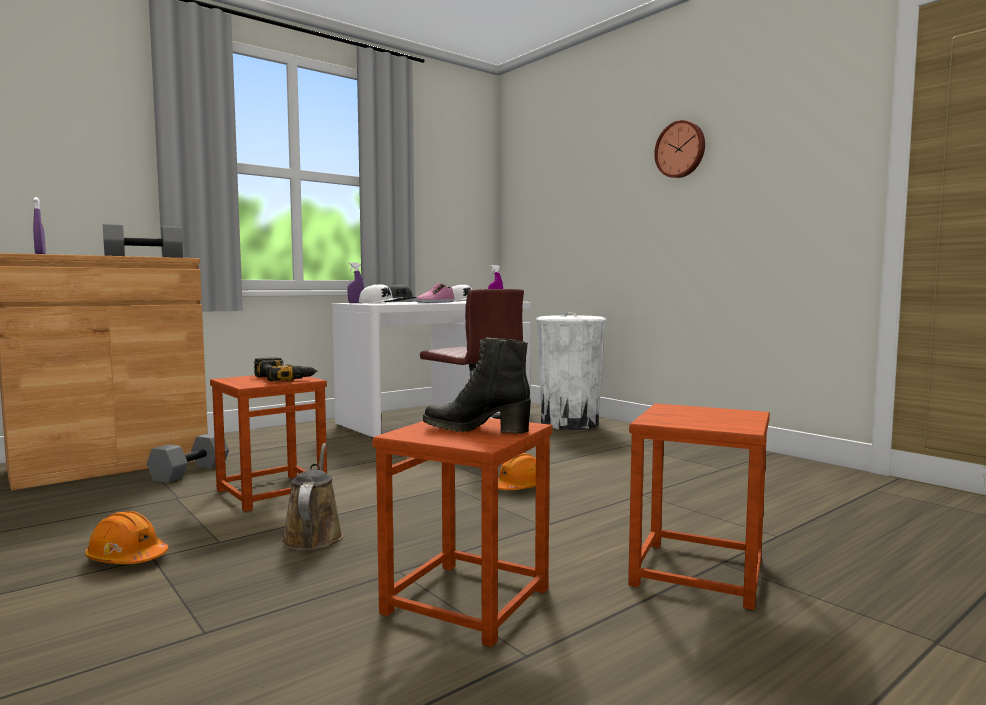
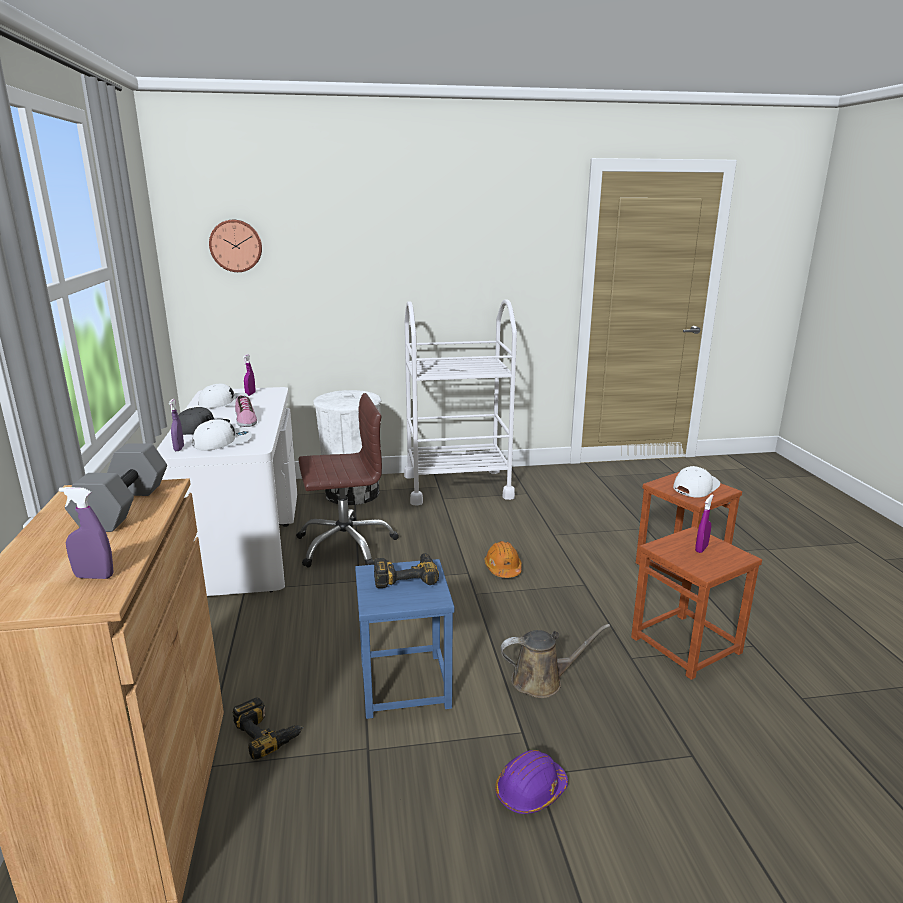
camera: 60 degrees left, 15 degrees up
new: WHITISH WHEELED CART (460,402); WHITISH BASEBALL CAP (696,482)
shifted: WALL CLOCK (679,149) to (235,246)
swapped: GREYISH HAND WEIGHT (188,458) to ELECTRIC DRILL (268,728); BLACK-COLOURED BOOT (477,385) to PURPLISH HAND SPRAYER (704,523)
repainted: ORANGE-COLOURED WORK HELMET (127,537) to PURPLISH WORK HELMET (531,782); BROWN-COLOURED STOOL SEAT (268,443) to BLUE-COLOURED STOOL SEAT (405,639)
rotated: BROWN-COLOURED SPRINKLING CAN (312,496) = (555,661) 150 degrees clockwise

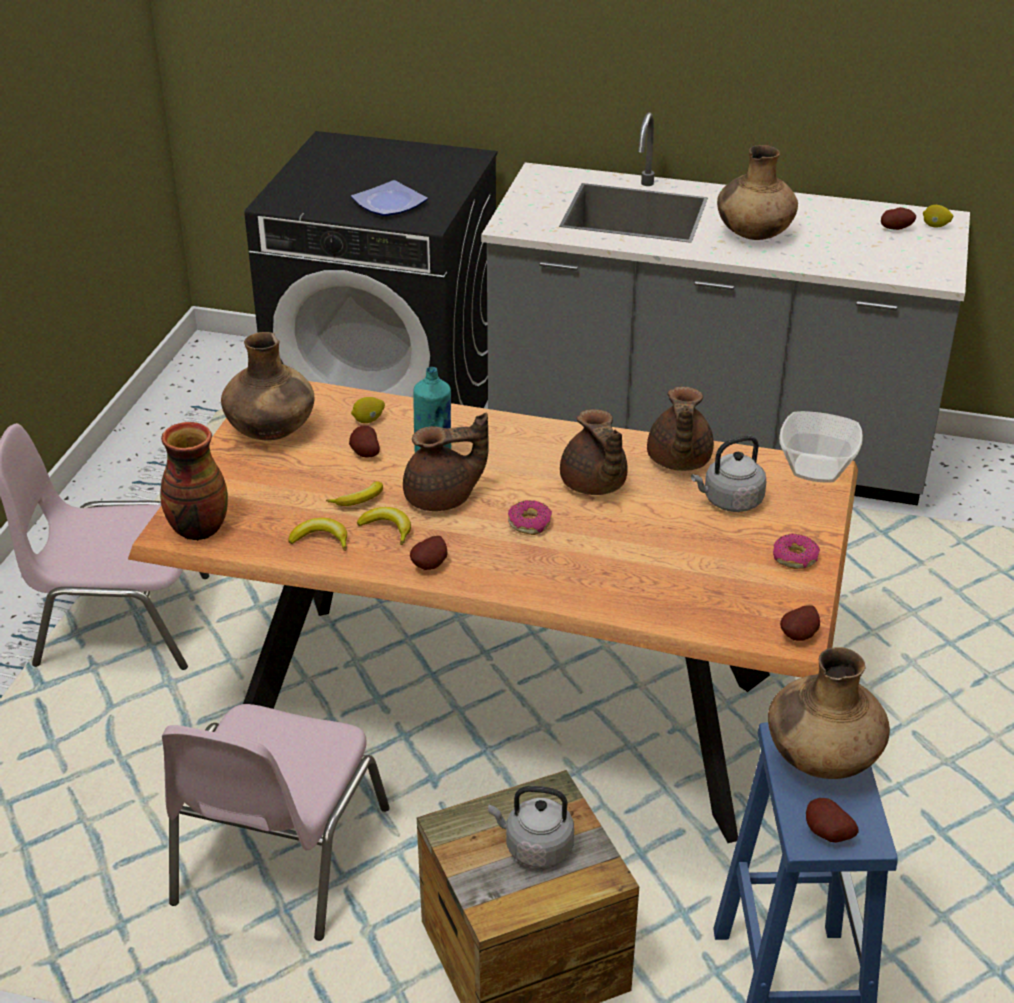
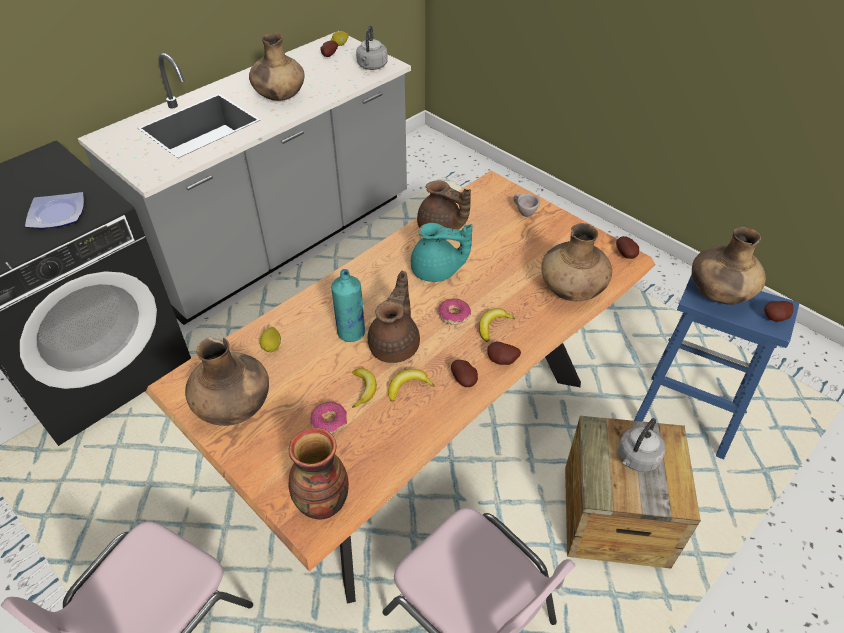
camera: 60 degrees left, 10 degrees up
gone: BOWL (821,447)
new: BEIGE-COLOURED CUP (527,205); BROWN-COLOURED DECORATIVE VASE (576,262)
shifted: WHOLE BANANA (317,534) to (497,325); WHOLE POTATO (364,442) to (504,353); GREYISH TEA KETTLE (728,473) to (372,47); DOUGHNUT (796,551) to (328,418)
repainted: BROWN-COLOURED TEAPOT (594,452) to TURQUOISE-COLOURED TEAPOT (442,252)

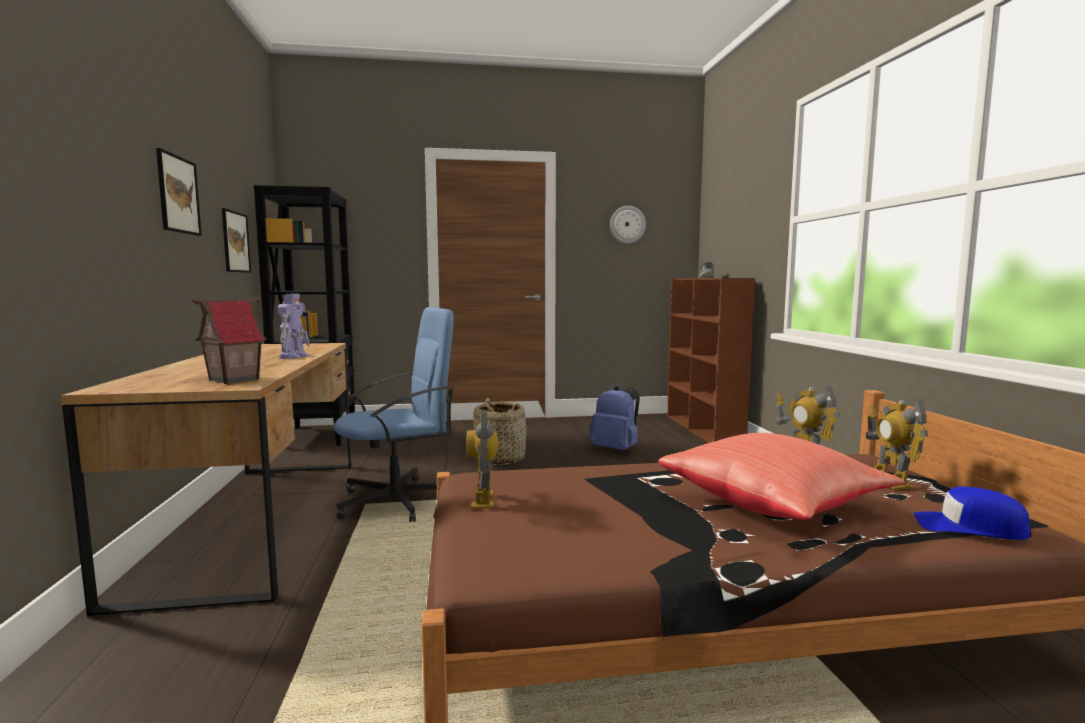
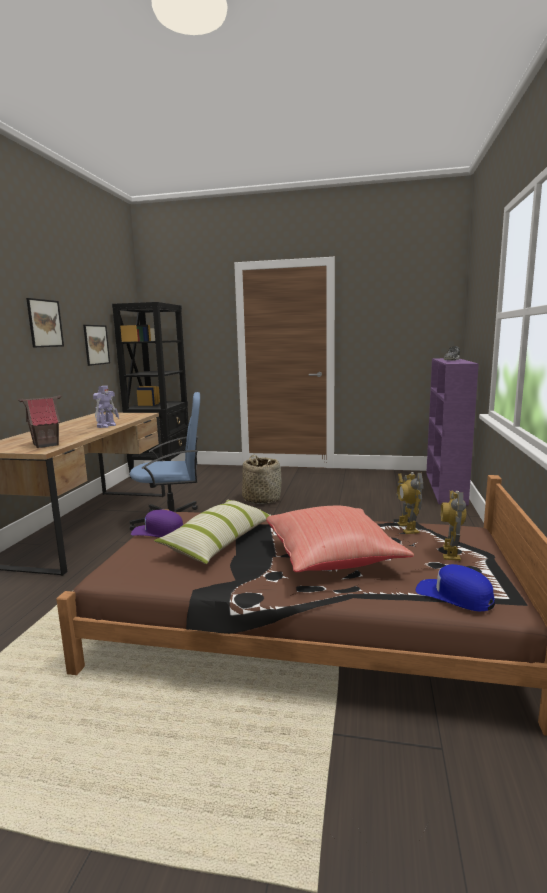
camera: 20 degrees right, 5 degrees up
gone: BLUE-COLOURED BACKPACK (614,416); WALL CLOCK (628,225)
new: CUSHION (213,532)
swapped: ROBOT FIGURE (483,460) to PURPLISH BASEBALL CAP (157,523)
repainted: BROWN-COLOURED SHELVING UNIT (711,360) to PURPLISH SHELVING UNIT (452,431)

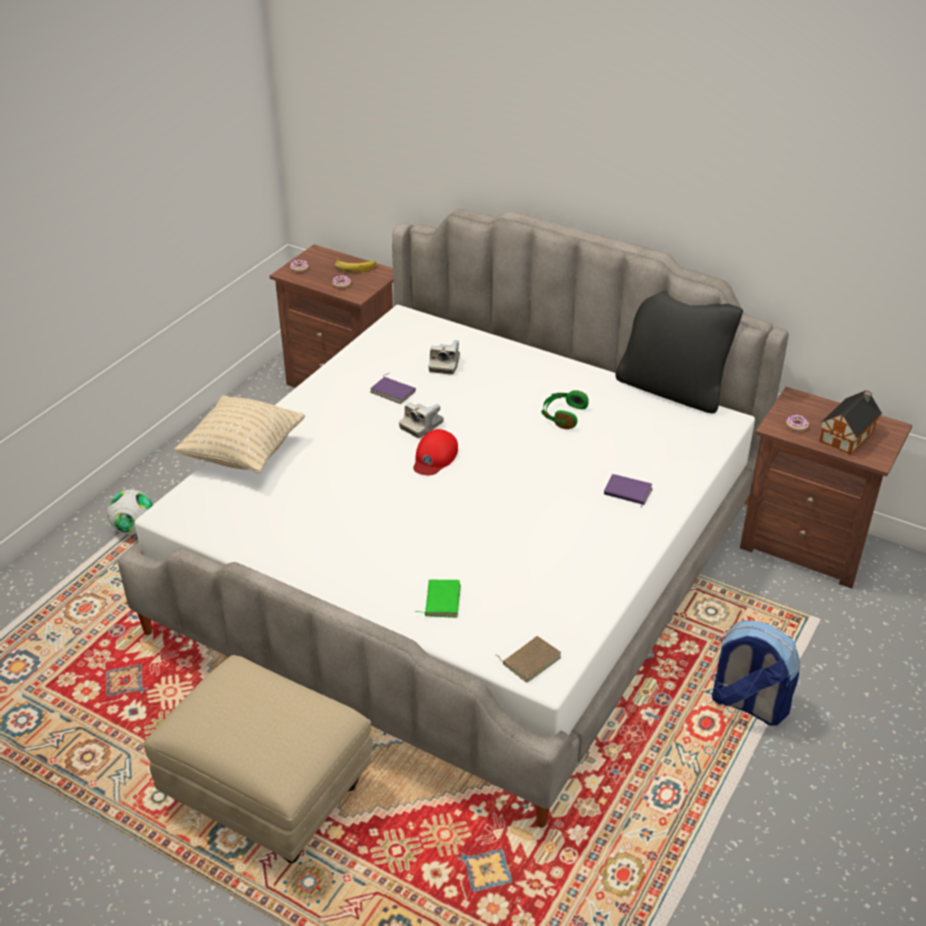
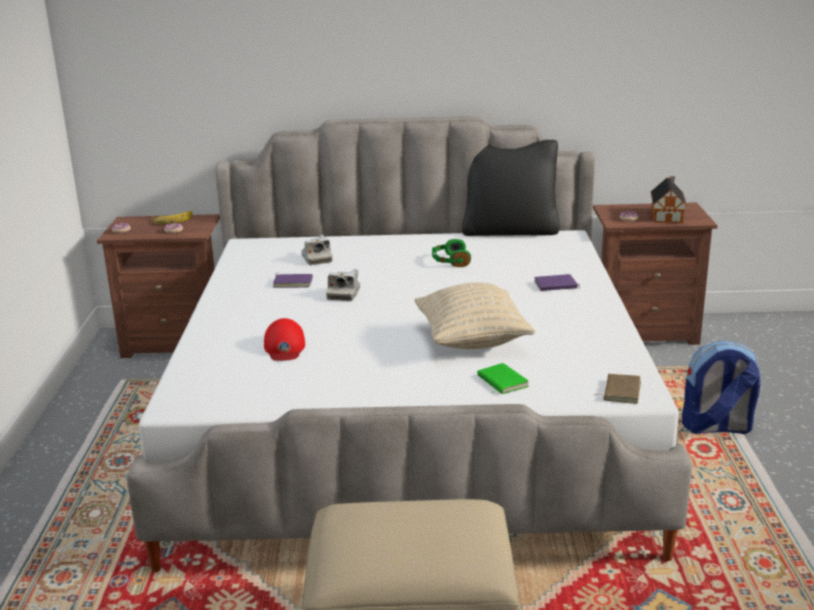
camera: 30 degrees left, 15 degrees down
gone: FOOTBALL (130,512)
shifted: BEIGE-COLOURED CUSHION (239,434) to (475,315); RED BASEBALL CAP (435,452) to (284,339)

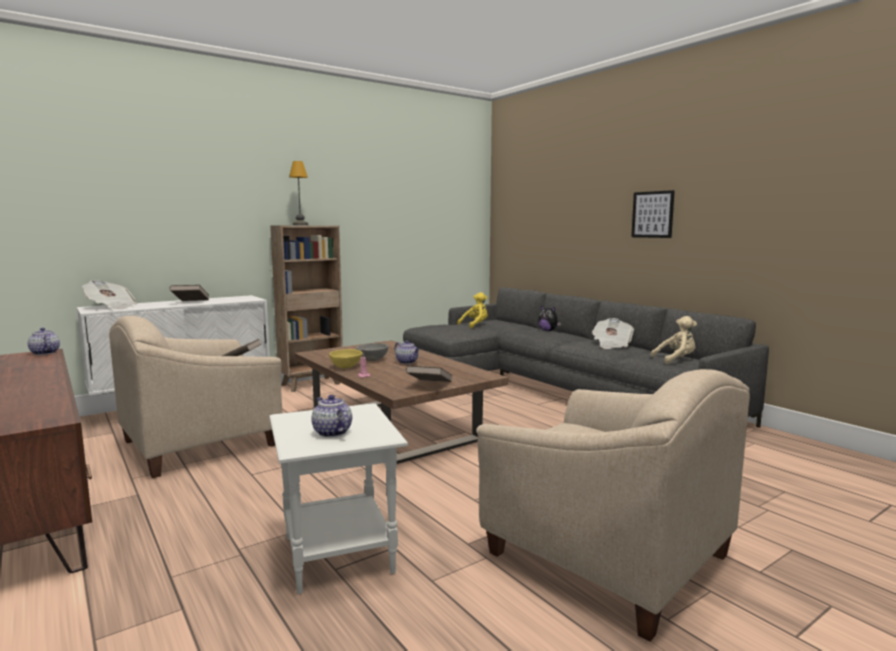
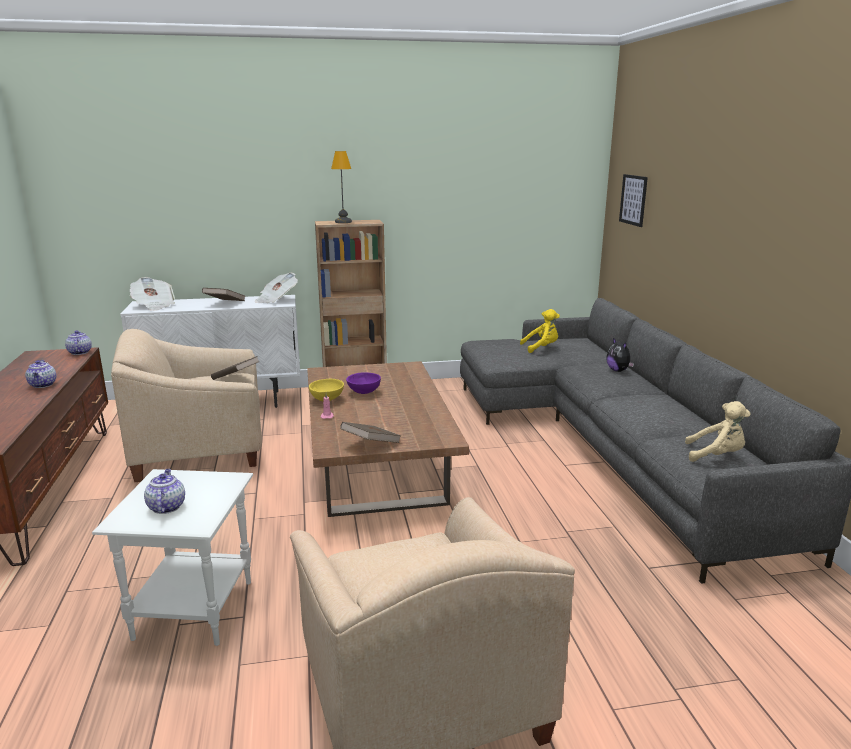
camera: 25 degrees right, 10 degrees up
shifted: TEAPOT (407,352) to (40,374); PRINTED PAPER (613,333) to (276,288); WALL PICTURE (653,214) to (633,200)
repainted: GREYISH BOWL (372,352) to PURPLISH BOWL (363,383)

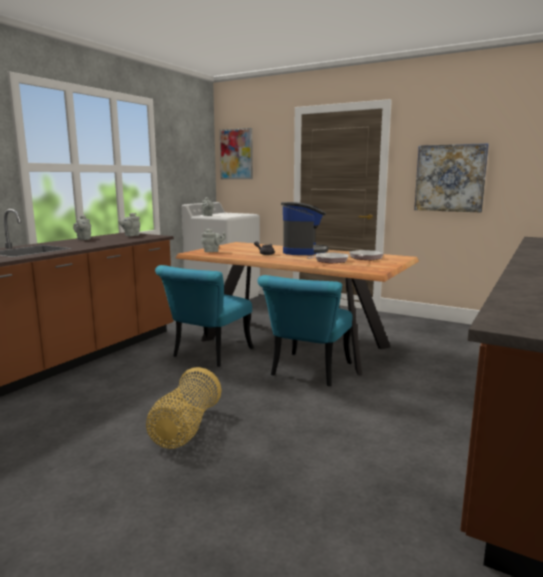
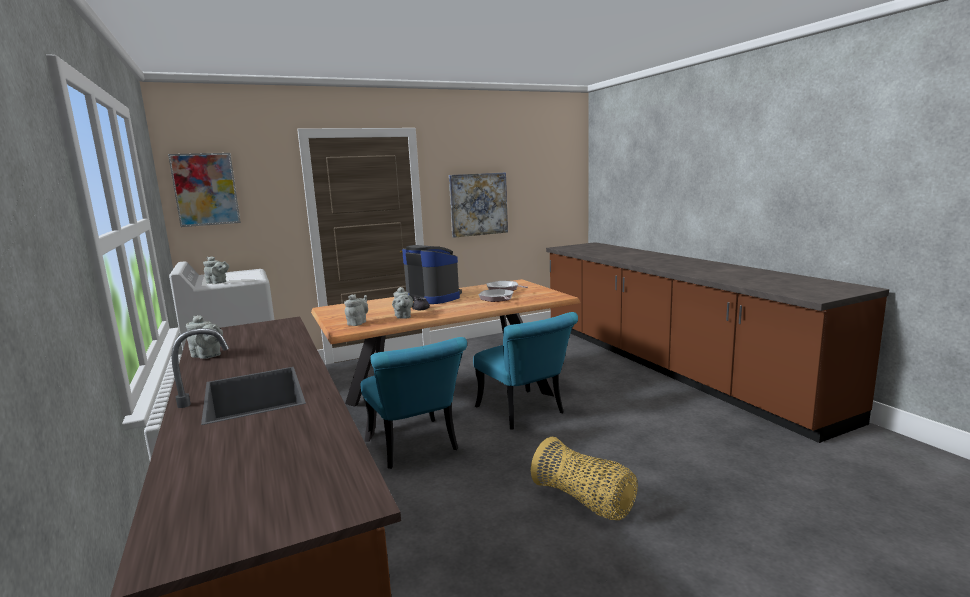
camera: 55 degrees left, 0 degrees up
shifted: GREYISH TEAPOT (129,224) to (402,303)

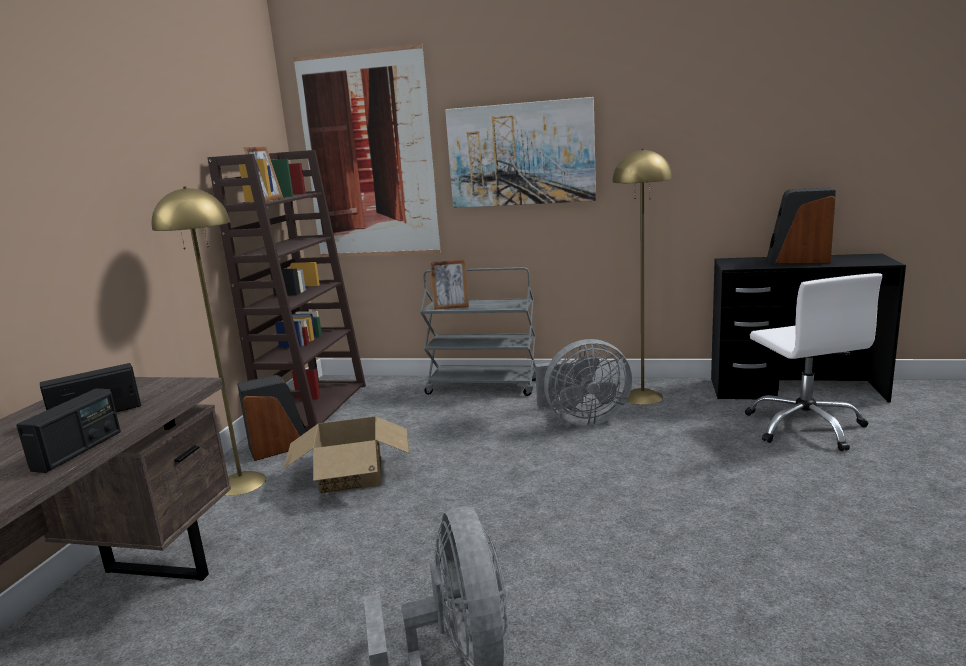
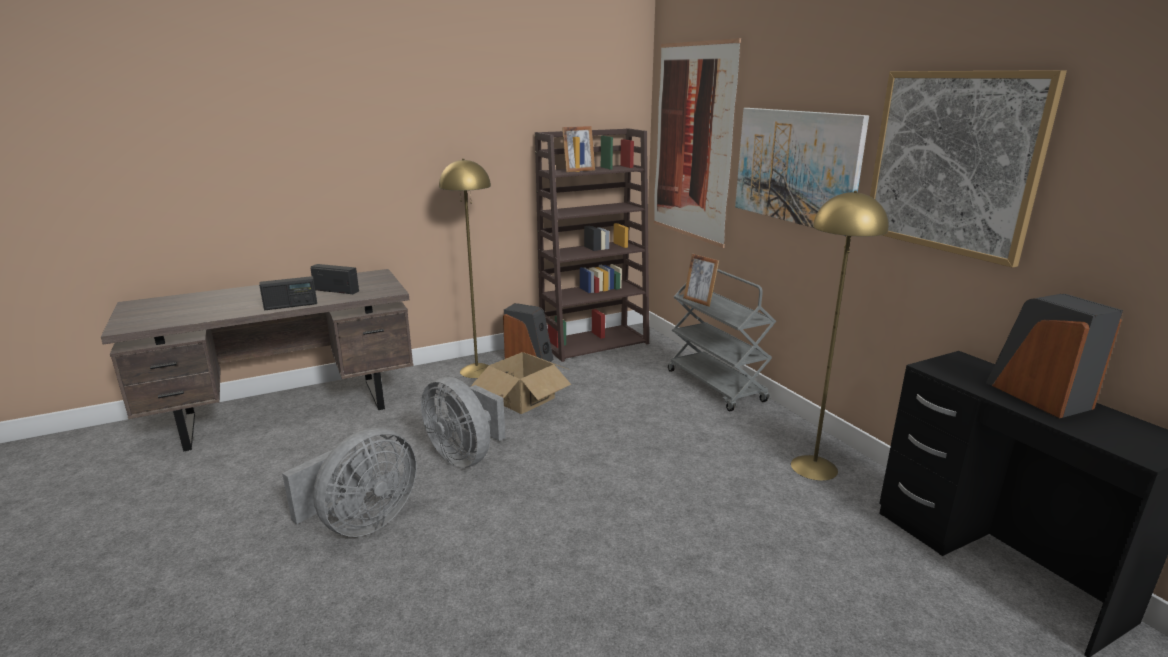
camera: 50 degrees right, 5 degrees up
gone: WHITISH DESK CHAIR (813,362)
new: WALL PICTURE (968,169)
shifted: GREYISH COOLING FAN (583,382) to (463,422)

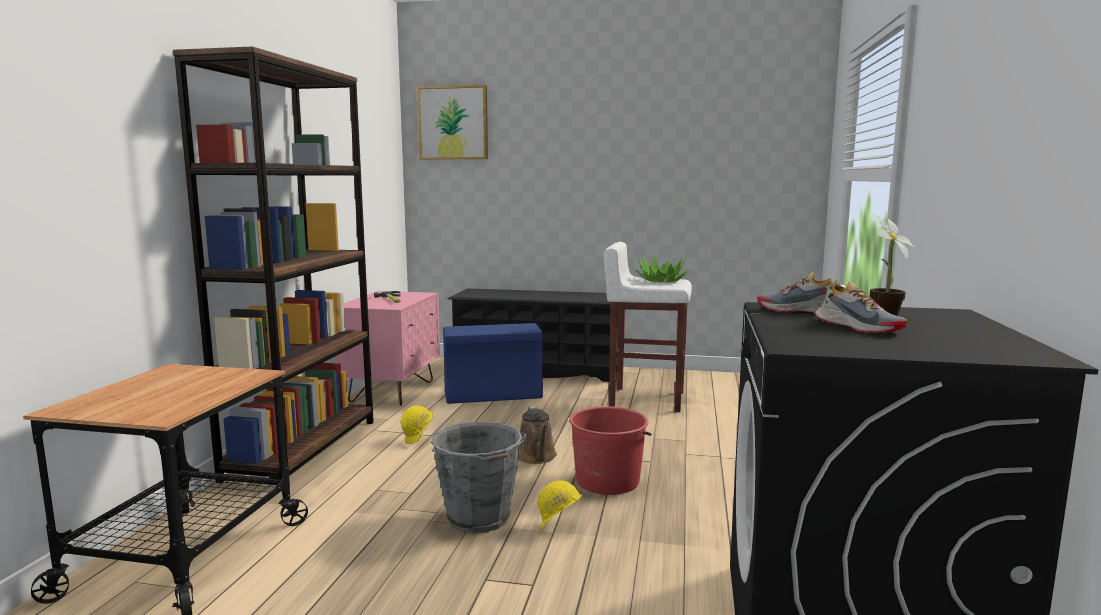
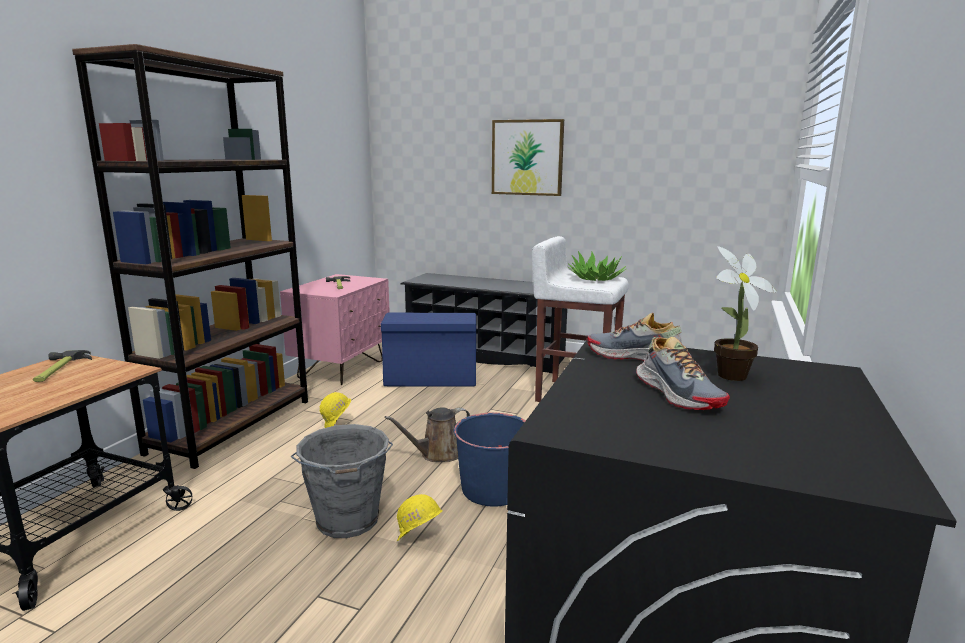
camera: 10 degrees right, 5 degrees up
new: HAMMER (62,366)
shifted: WALL PICTURE (452,122) to (528,157)
repainted: RED PAIL (610,450) to BLUE-COLOURED PAIL (490,460)
rotated: BROWN-COLOURED SPRINKLING CAN (538,435) = (427,434) 60 degrees clockwise

